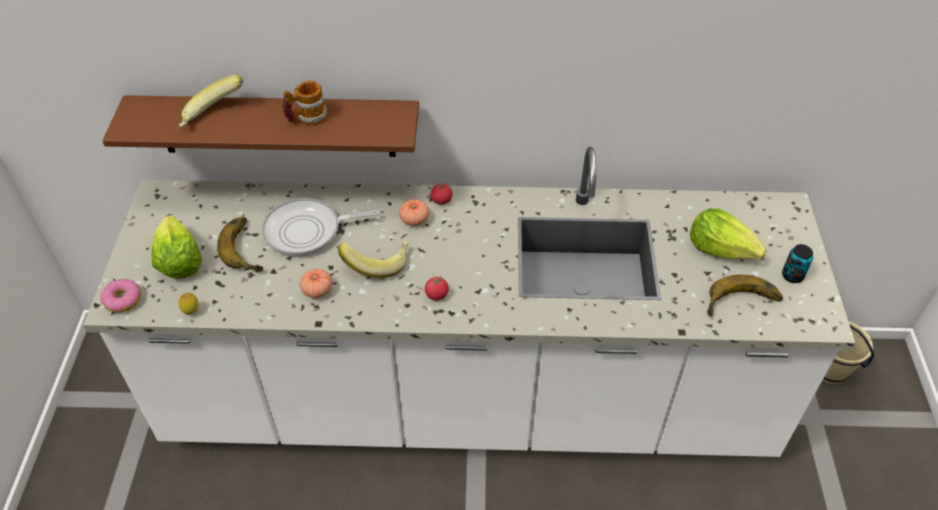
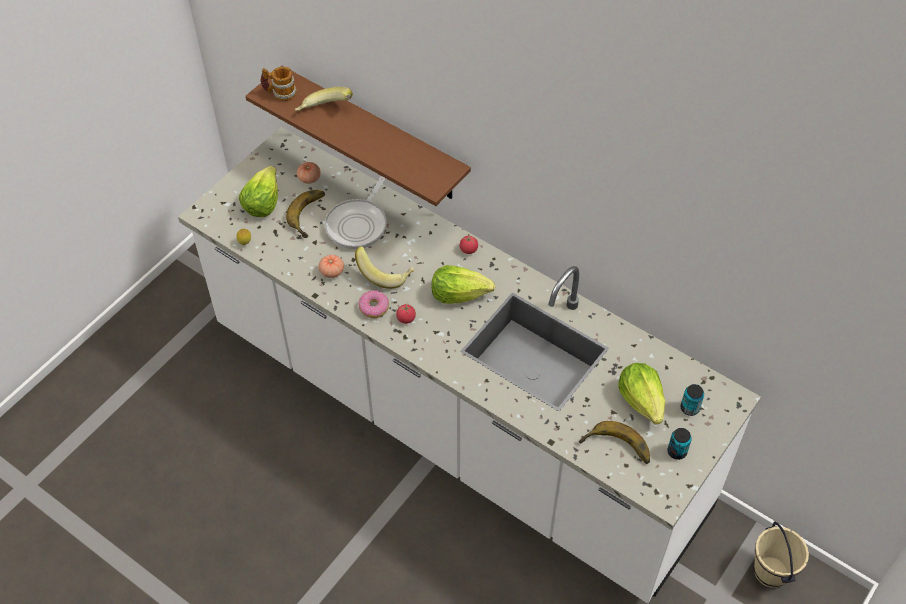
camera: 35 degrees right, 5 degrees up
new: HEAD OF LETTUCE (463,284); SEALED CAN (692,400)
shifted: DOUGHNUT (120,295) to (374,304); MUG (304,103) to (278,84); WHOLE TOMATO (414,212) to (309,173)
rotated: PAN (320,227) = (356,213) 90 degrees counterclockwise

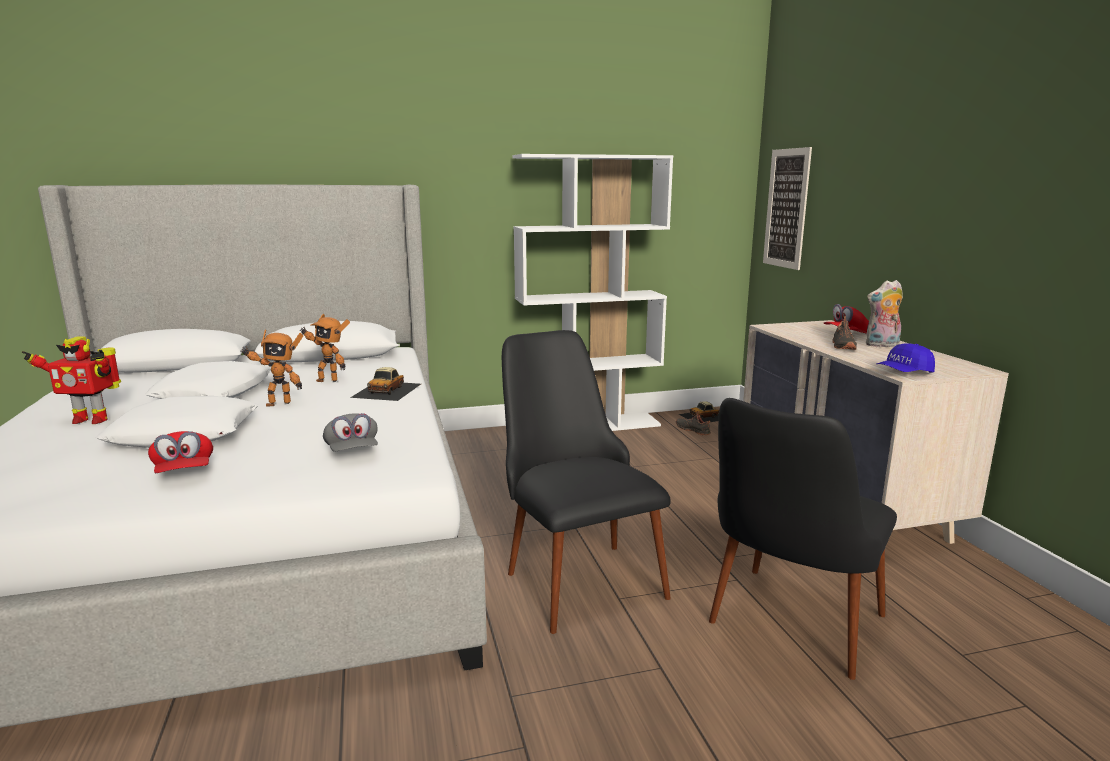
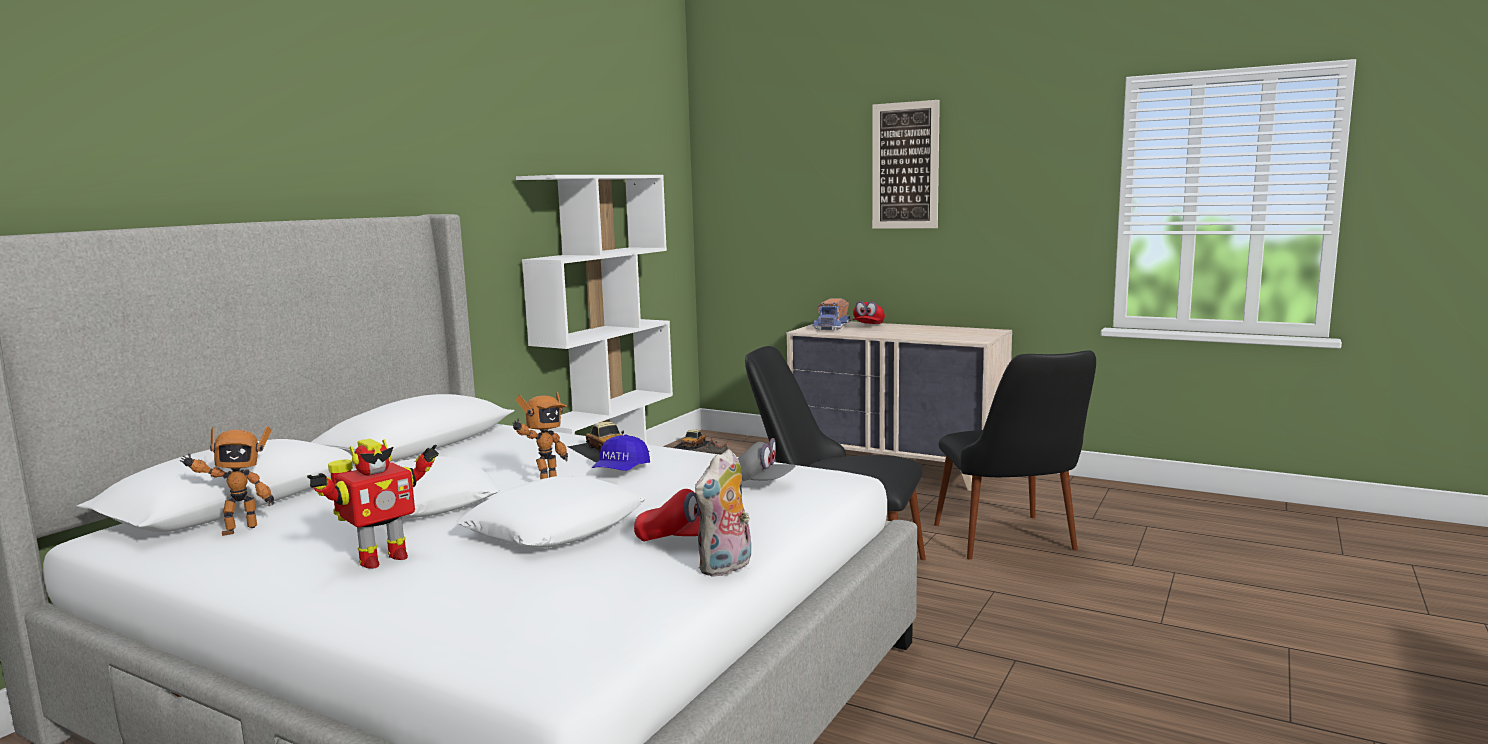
camera: 45 degrees left, 5 degrees down
gone: BLACK-COLOURED ITEM OF FOOTWEAR (844,333)
new: TOY LORRY (832,314)
shifted: ROBOT FIGURE (325,348) to (227,481); WALL PICTURE (787,208) to (906,164); SOFT TOY (884,313) to (723,513); BLUE-COLOURED BASEBALL CAP (905,357) to (621,453)

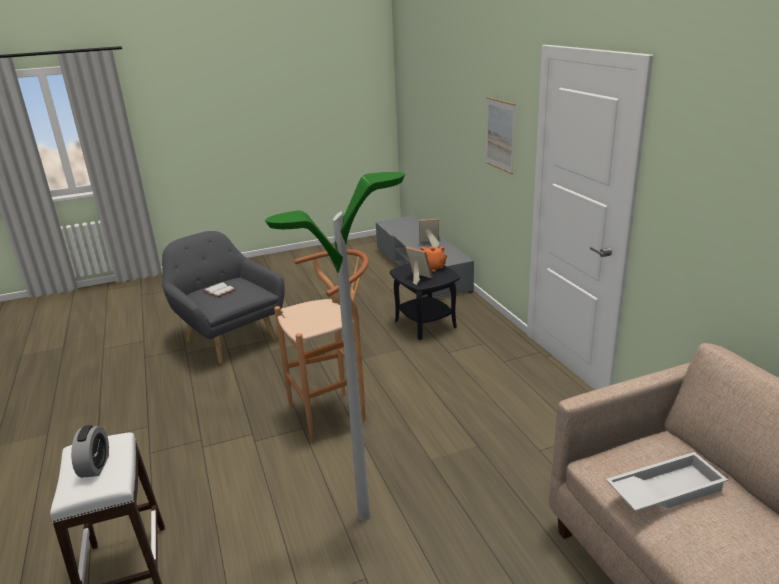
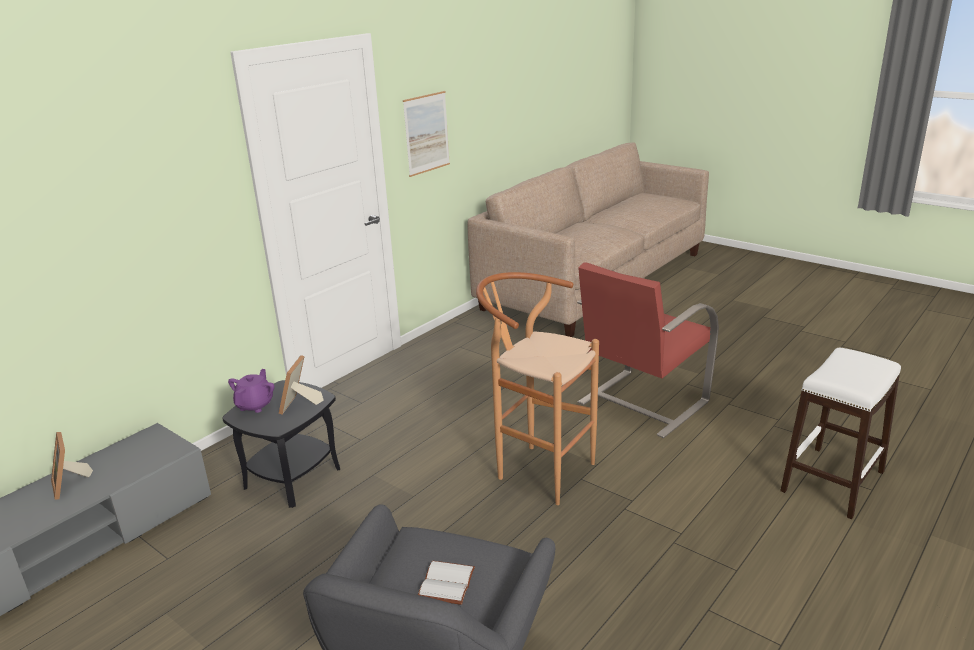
camera: 120 degrees left, 0 degrees up
gone: BEDSIDE CLOCK (90,451); WHITISH SERVING TRAY (667,481)
shifted: WALL PICTURE (500,135) to (426,134)
swapped: STANDING LAMP (335,346) to RED EASY CHAIR (648,350)
repainted: ORANGE-COLOURED TEAPOT (434,259) to PURPLISH TEAPOT (251,391)

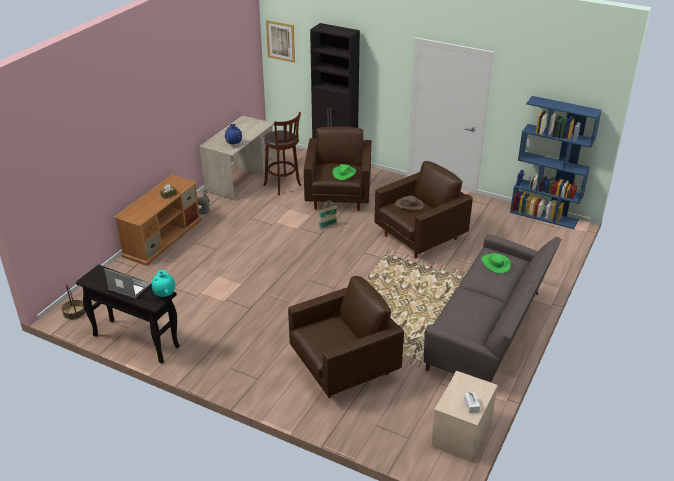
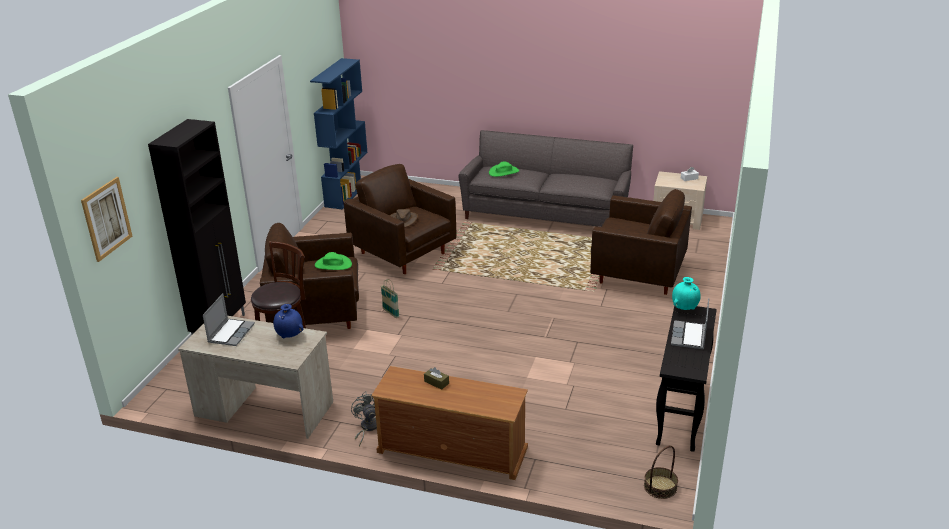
camera: 100 degrees left, 5 degrees down
new: LAPTOP (229,319)
rotated: BROWN-COLOURED EASY CHAIR (346,337) = (641,242) 150 degrees clockwise

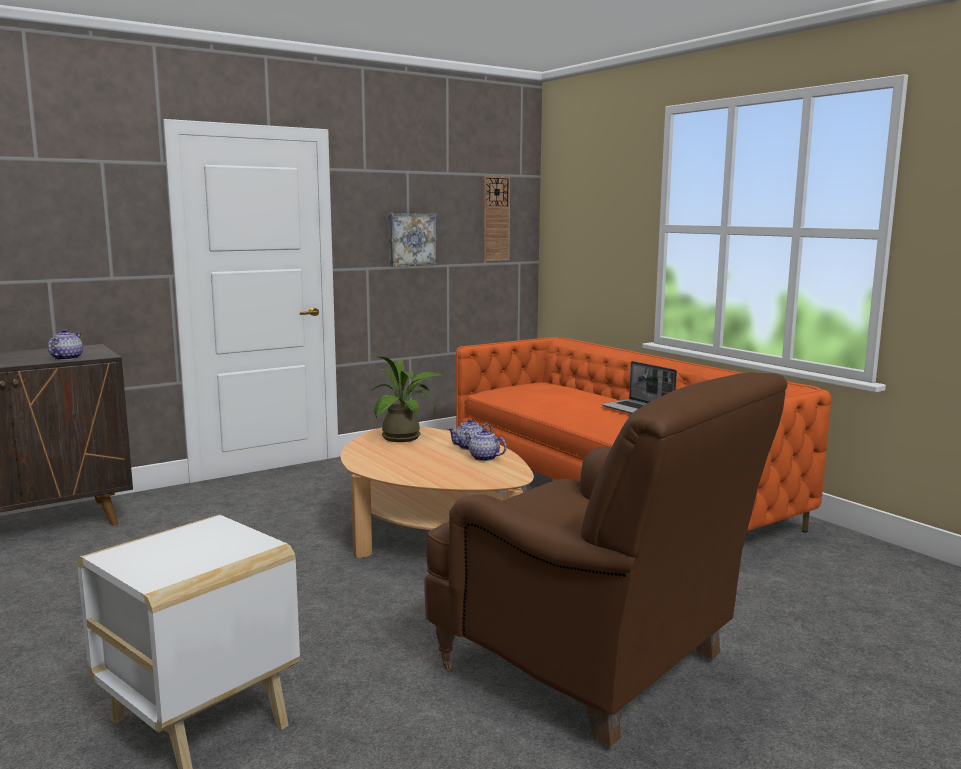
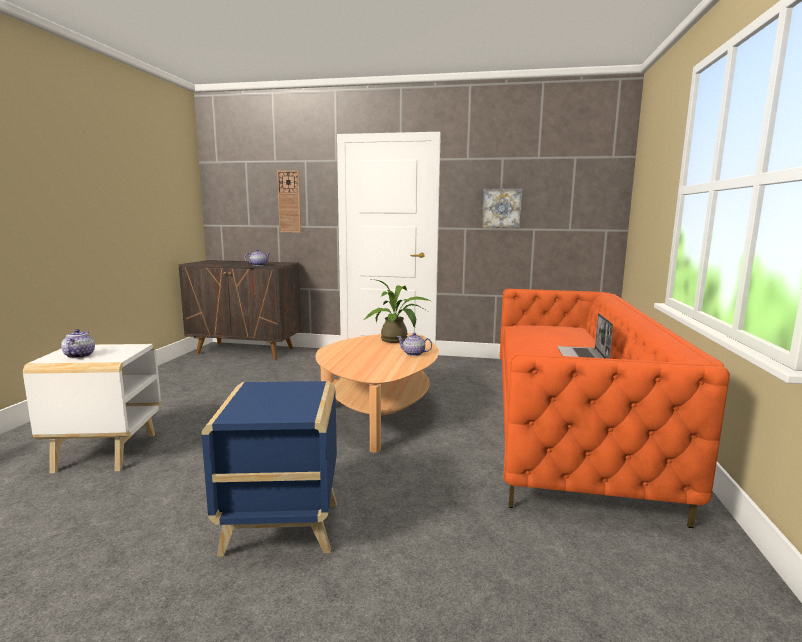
camera: 45 degrees right, 0 degrees up
shifted: TEAPOT (485,445) to (78,343); WALL CLOCK (496,218) to (289,201)
swapped: BROWN-COLOURED EASY CHAIR (606,559) to BLUE-COLOURED END TABLE (269,469)

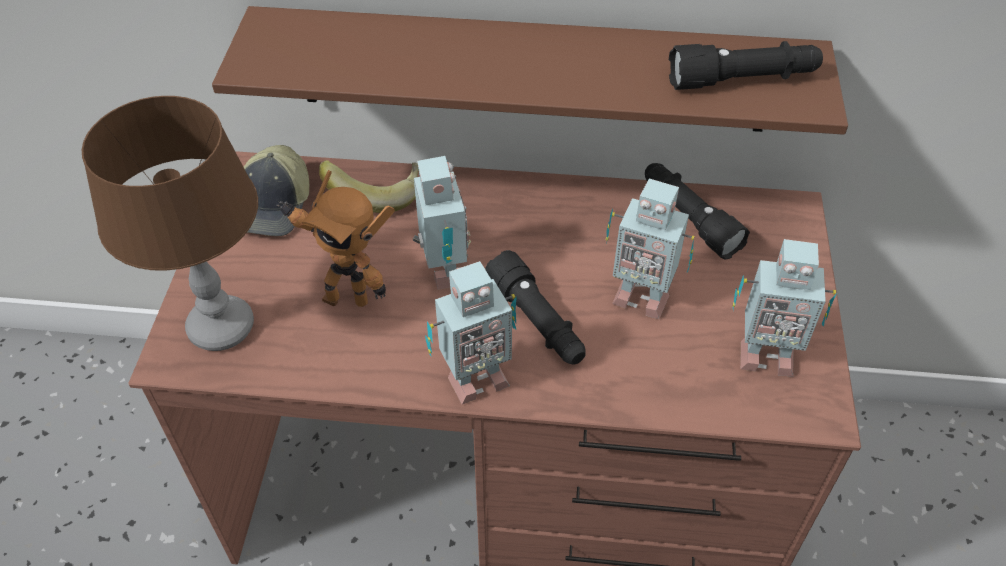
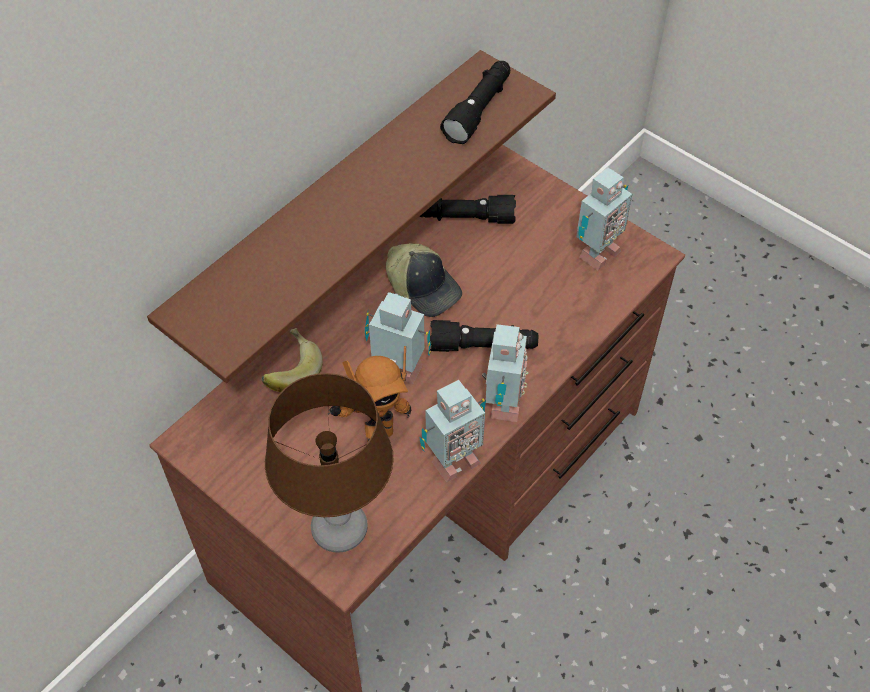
camera: 55 degrees left, 5 degrees up
shifted: BASEBALL CAP (276,190) to (424,280); ROBOT FIGURE (650,249) to (453,431)

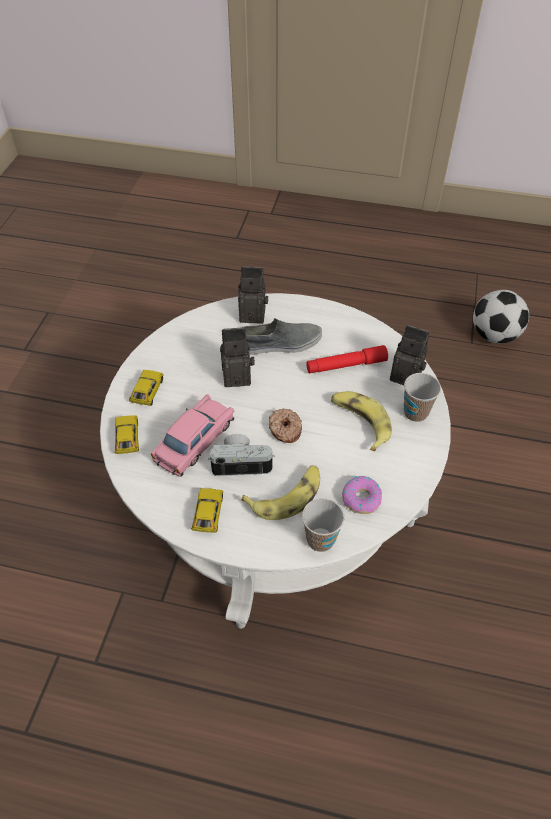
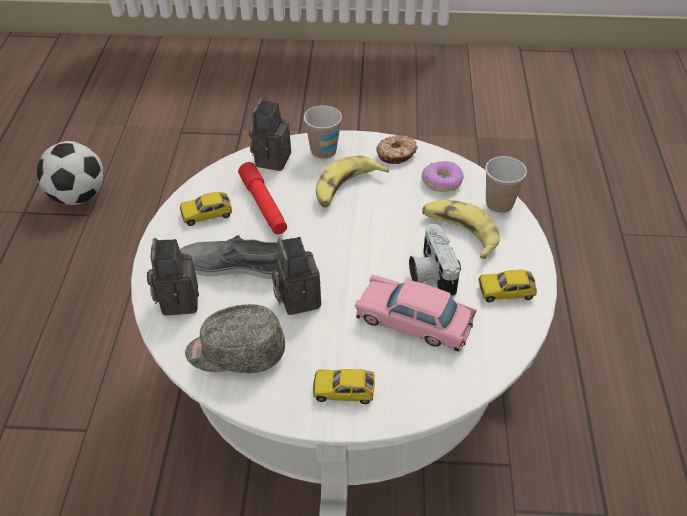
camera: 100 degrees left, 5 degrees down
new: GREYISH BASEBALL CAP (235,338)
shifted: MINIATURE CAR (127,434) to (206,209); DOUGHNUT (285,426) to (397,149)
rotated: GREYISH ITEM OF FOOTWEAR (283,336) = (229,257) 60 degrees counterclockwise

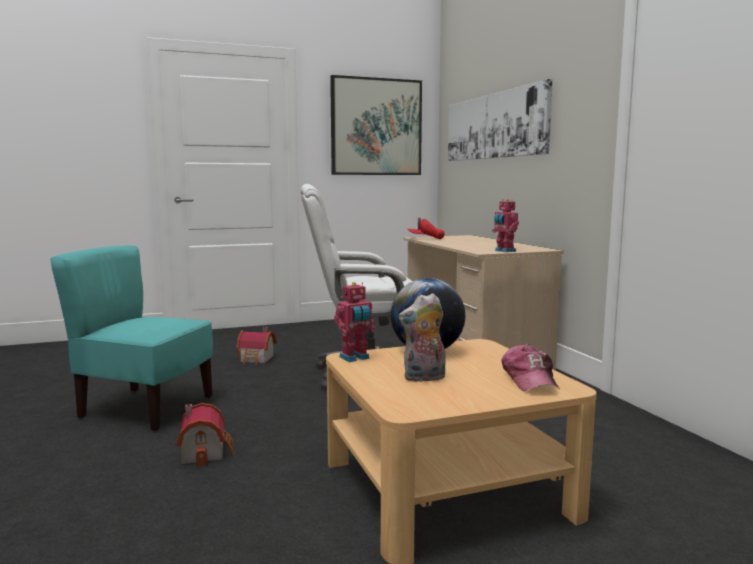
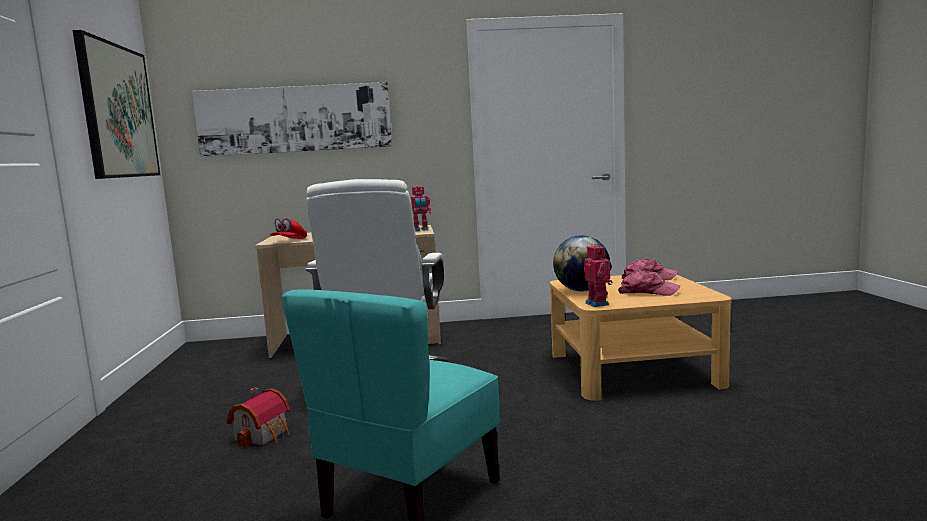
camera: 75 degrees left, 0 degrees up
gone: MODEL HOUSE (205,435)
swapped: SOFT TOY (422,337) to BASEBALL CAP (649,283)

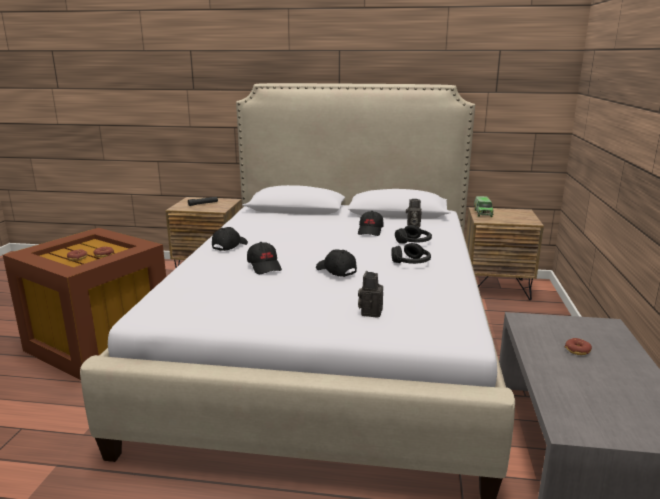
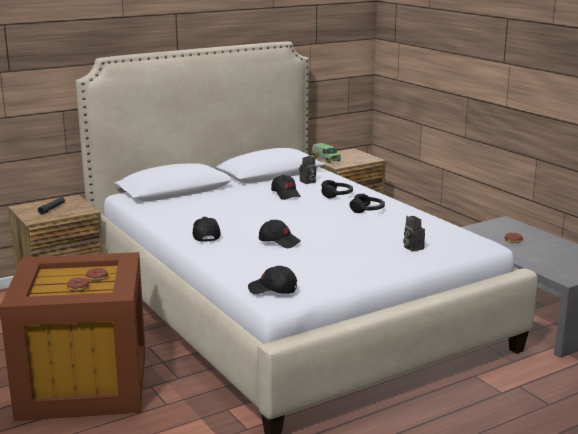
camera: 40 degrees left, 0 degrees up
shifted: BLACK-COLOURED BASEBALL CAP (336,263) to (272,280)

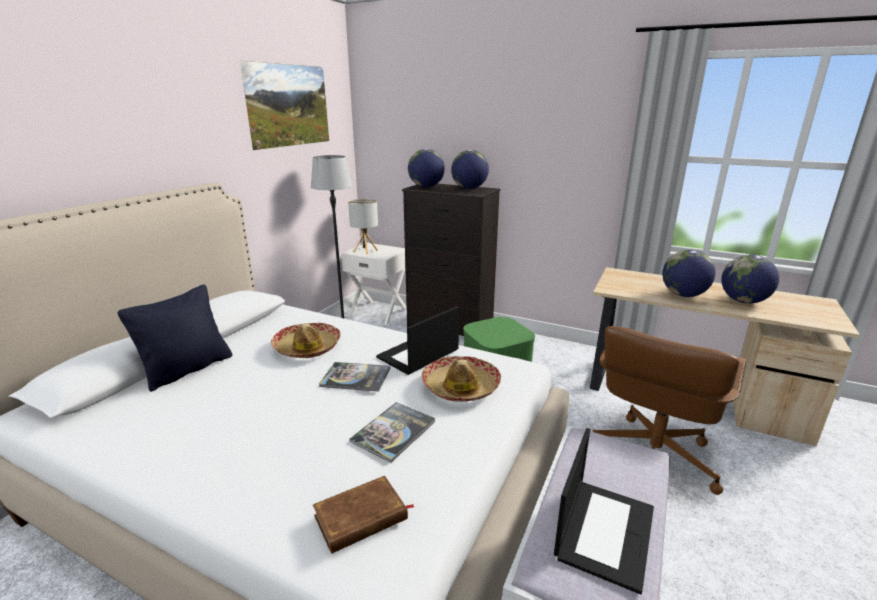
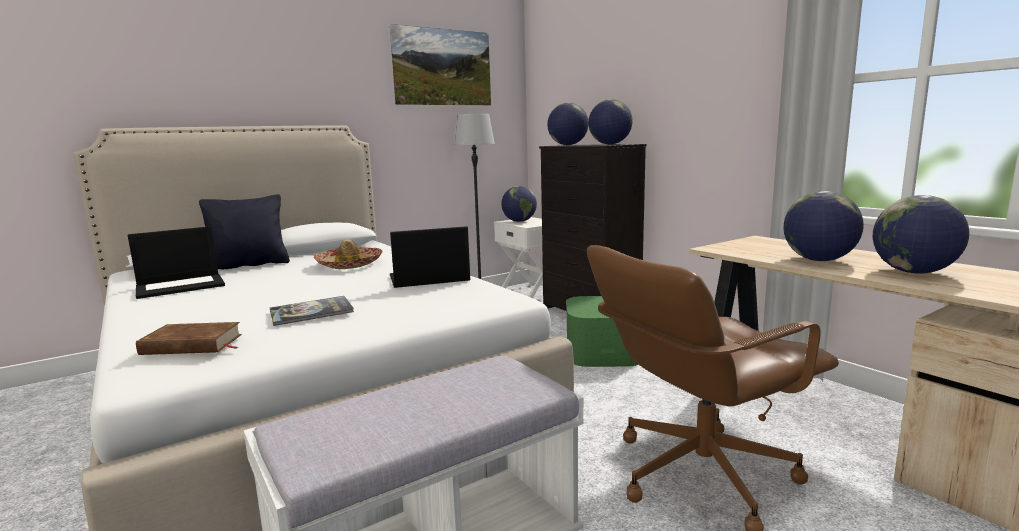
camera: 30 degrees right, 10 degrees down
gone: BOUND BOOK (354,377); WEARABLE HAT (461,379)
shifted: LAPTOP (604,511) to (176,262)
swapped: TABLE LAMP (363,227) to GLOBE (519,204)

